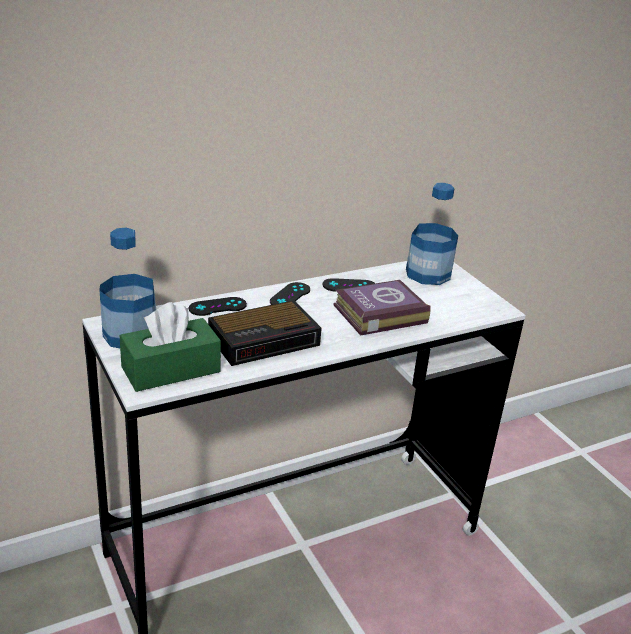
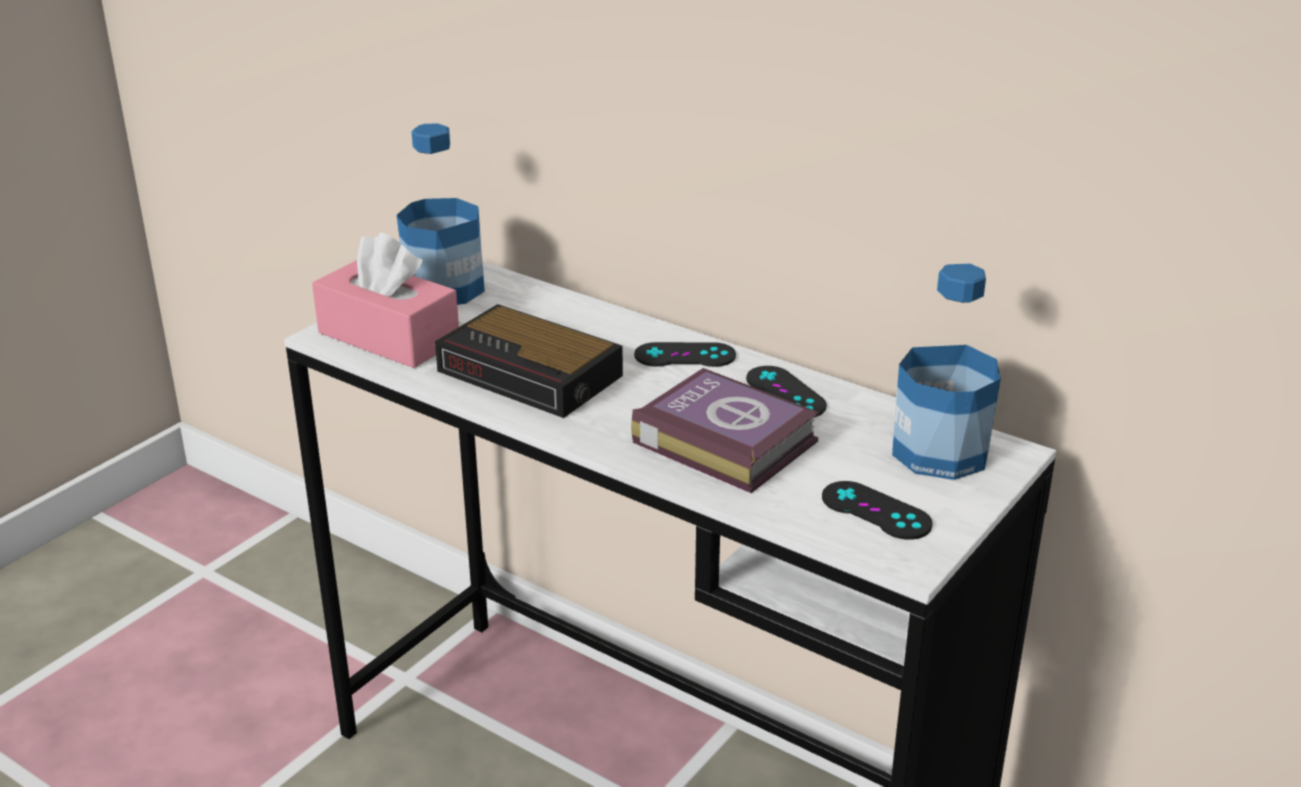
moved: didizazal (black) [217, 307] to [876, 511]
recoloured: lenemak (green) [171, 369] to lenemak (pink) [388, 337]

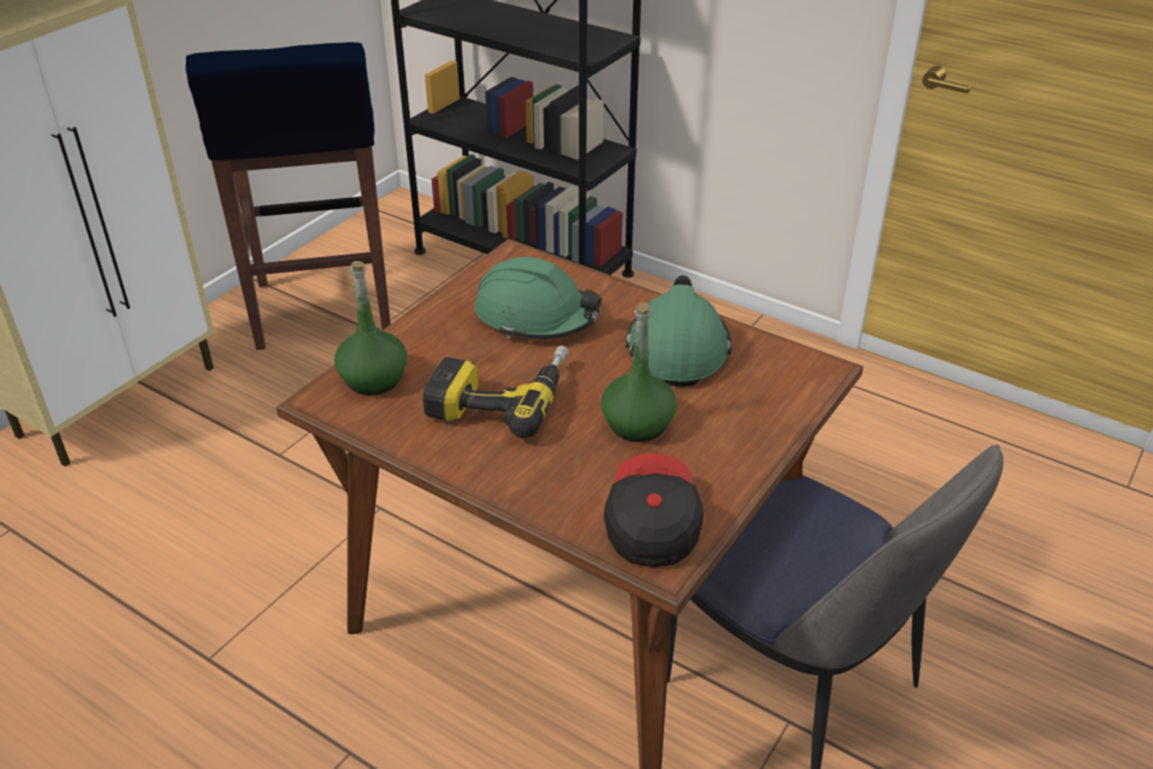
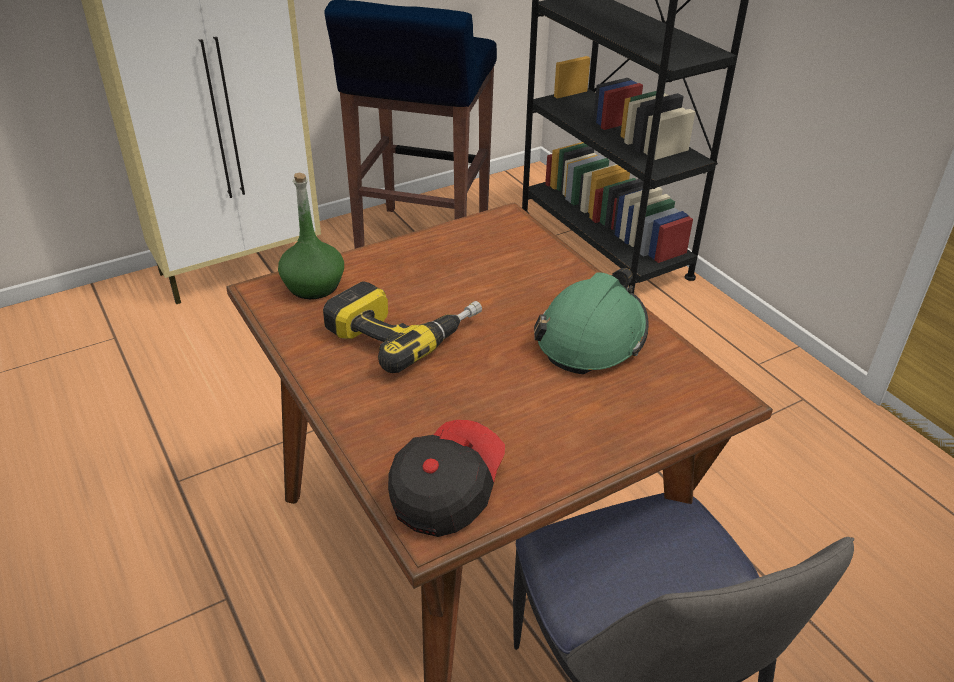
removed: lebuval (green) [536, 316]; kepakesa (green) [638, 424]

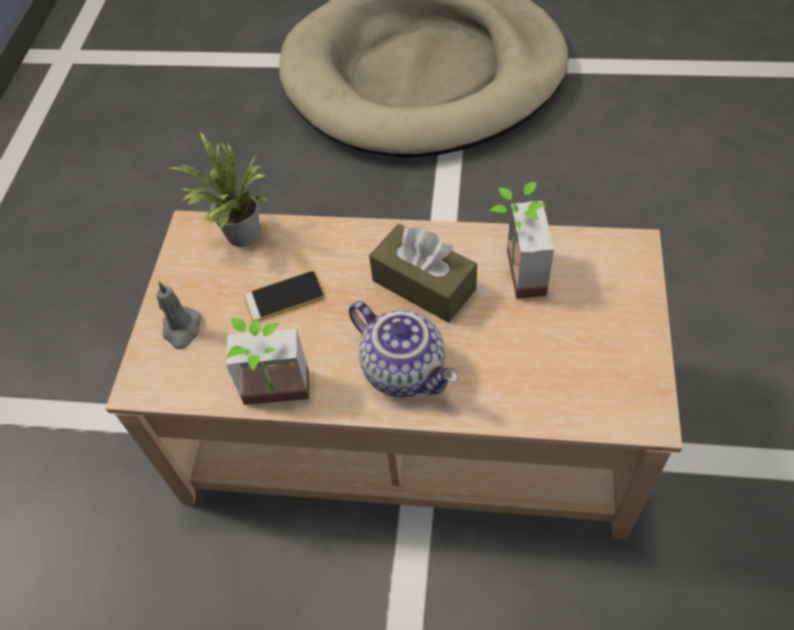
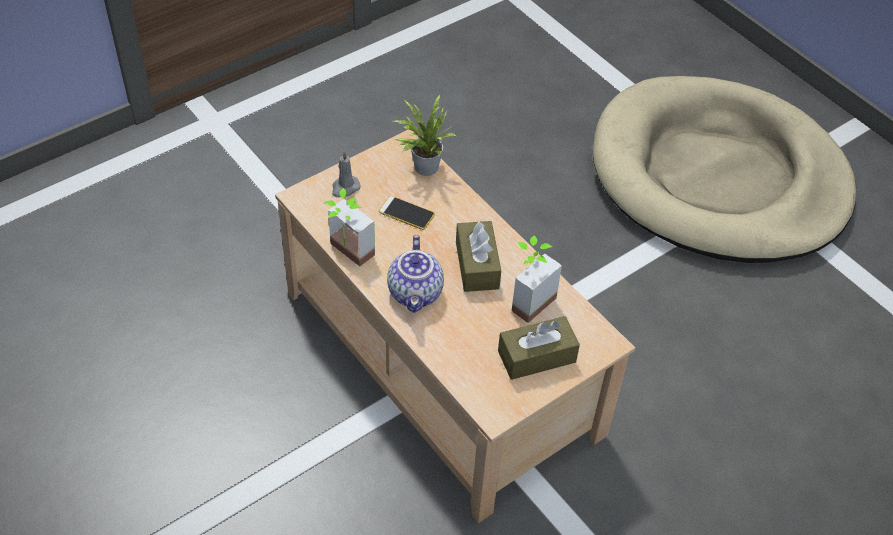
added: lenemak (brown) [536, 356]

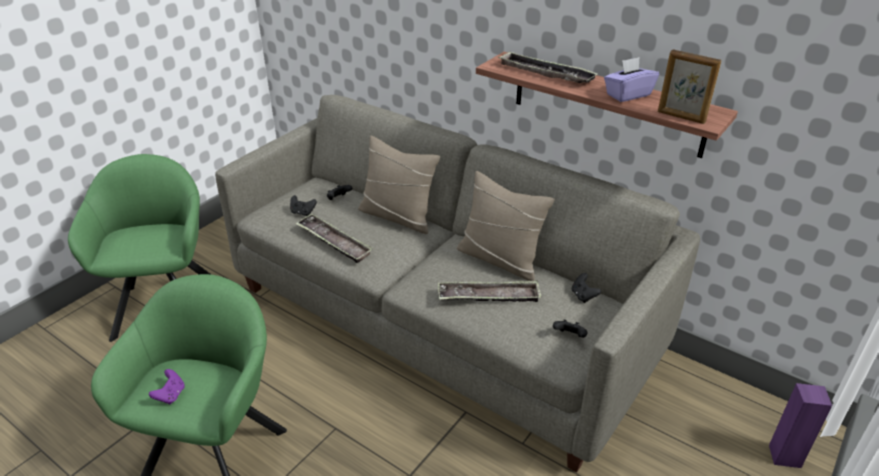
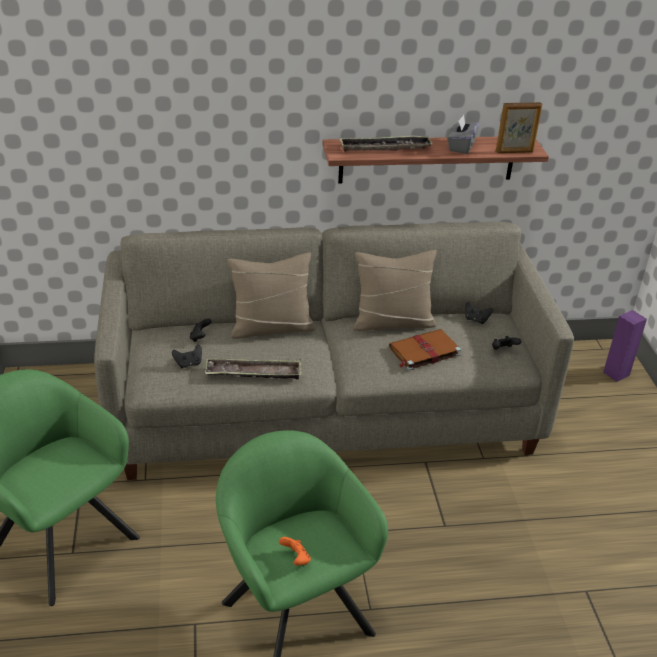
replaced: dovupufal [488, 296] to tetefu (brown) [423, 351]
recoloured: lenemak (purple) [627, 95] to lenemak (grey) [461, 146]; didizazal (purple) [171, 395] to didizazal (orange) [296, 559]

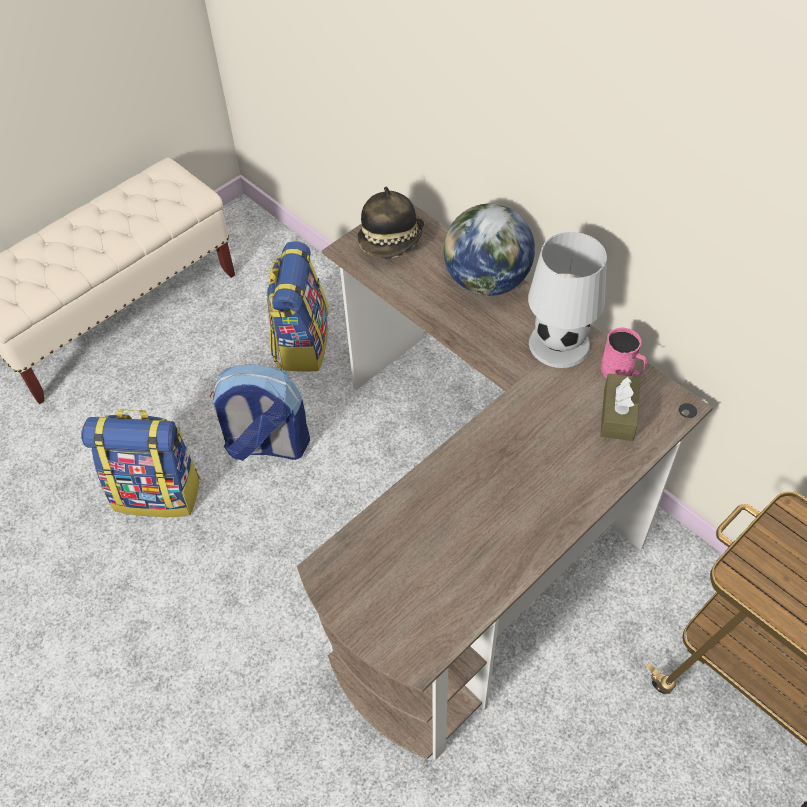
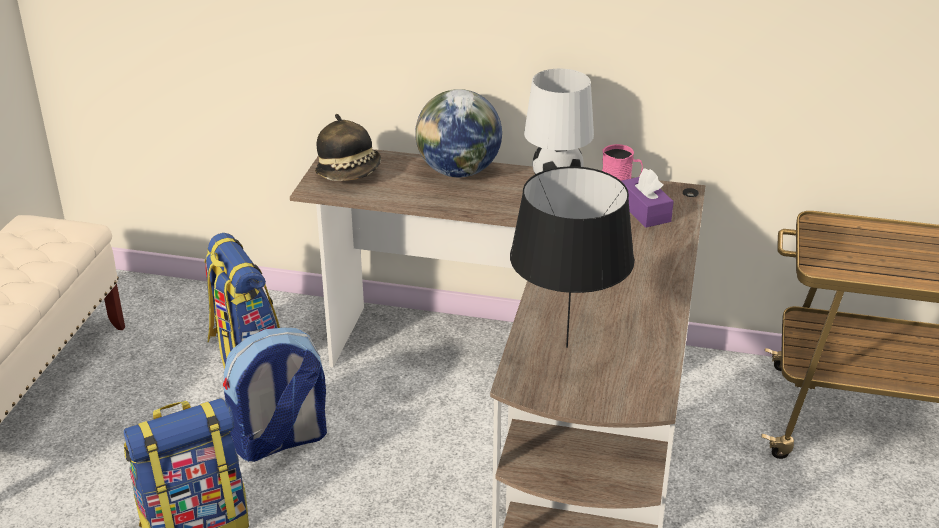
added: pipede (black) [566, 347]
recoloured: lenemak (brown) [618, 414] to lenemak (purple) [644, 211]

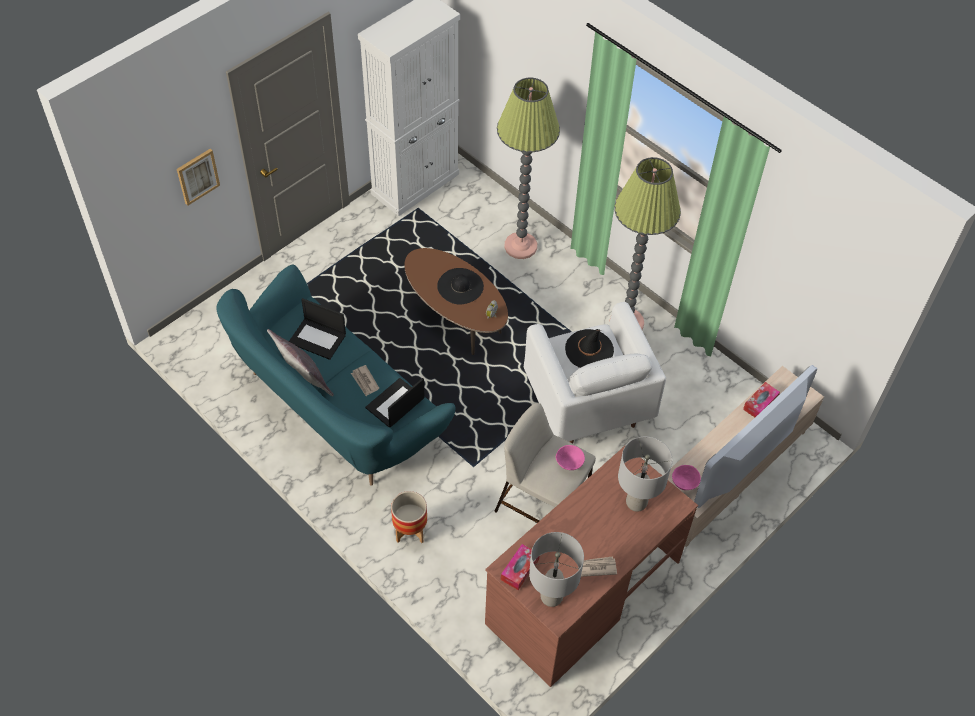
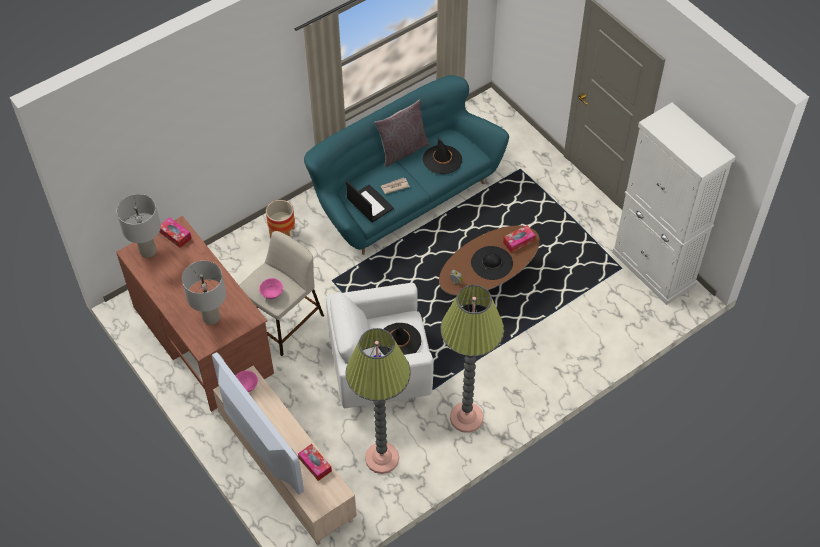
removed: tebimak [197, 176]; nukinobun [596, 567]
added: lenemak [518, 241]
moved: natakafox [520, 246] to [382, 458]
replaced: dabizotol [318, 338] to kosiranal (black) [442, 160]

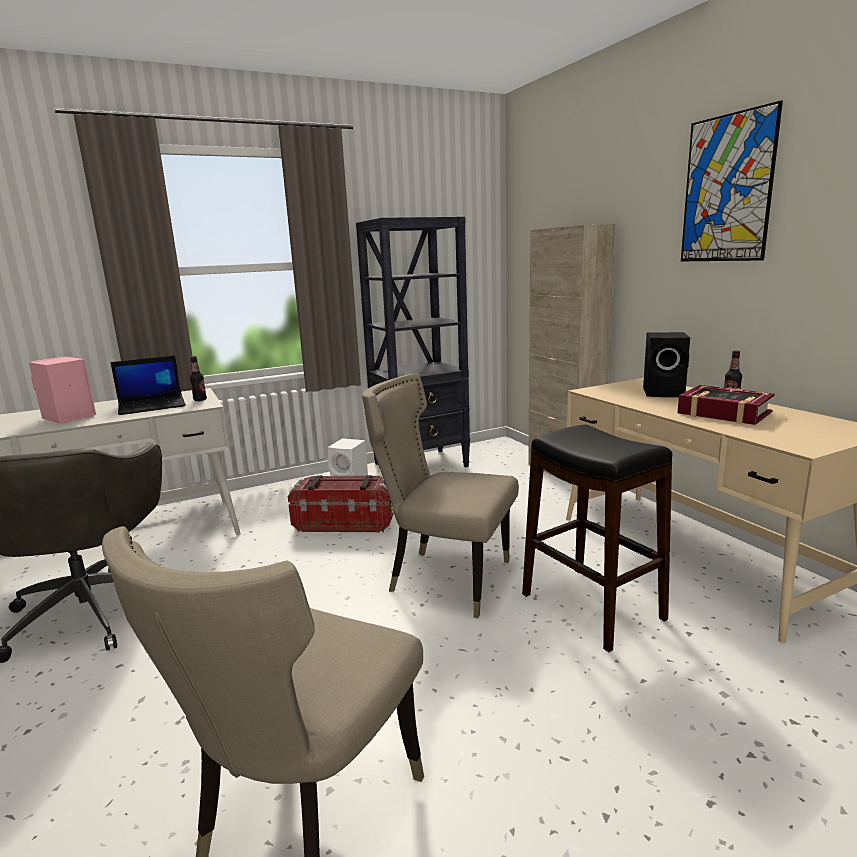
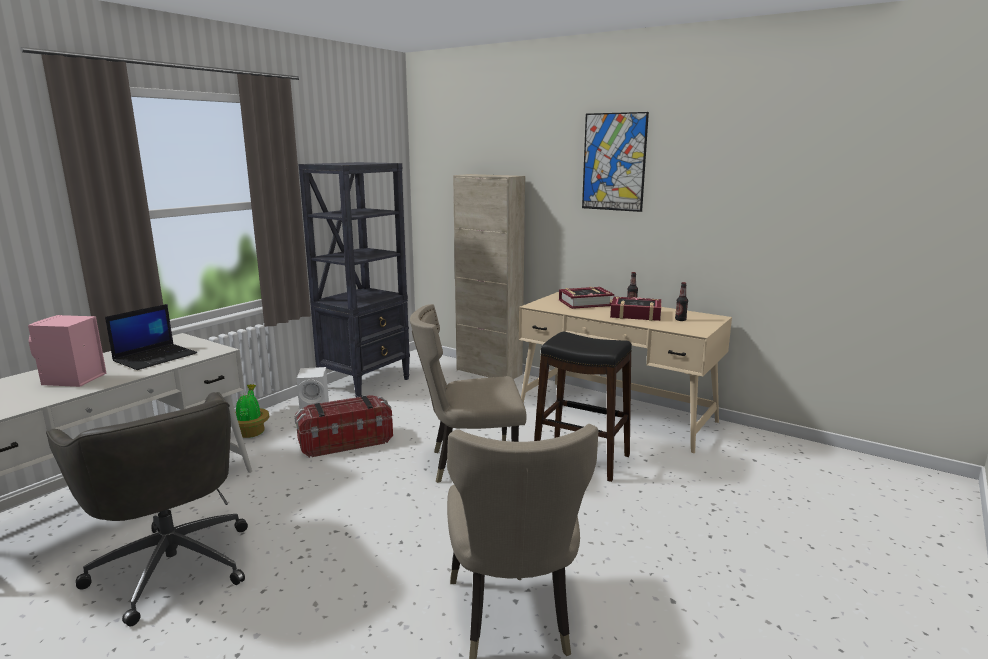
added: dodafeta [250, 432]
moved: kepakesa [200, 400] to [680, 320]
replaced: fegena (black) [665, 393] to tetefu [585, 303]

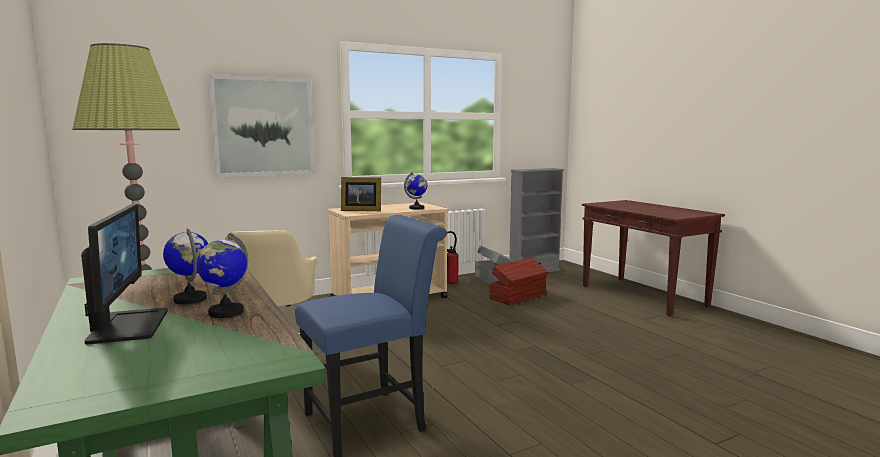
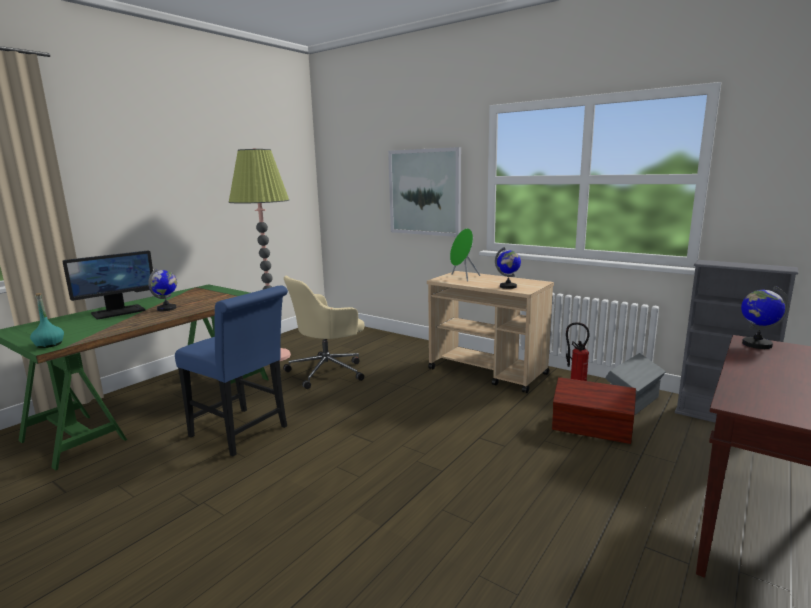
added: kepakesa (turquoise) [49, 344]
moved: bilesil [225, 312] to [756, 344]
replaced: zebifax [360, 210] to fegena (green) [463, 277]

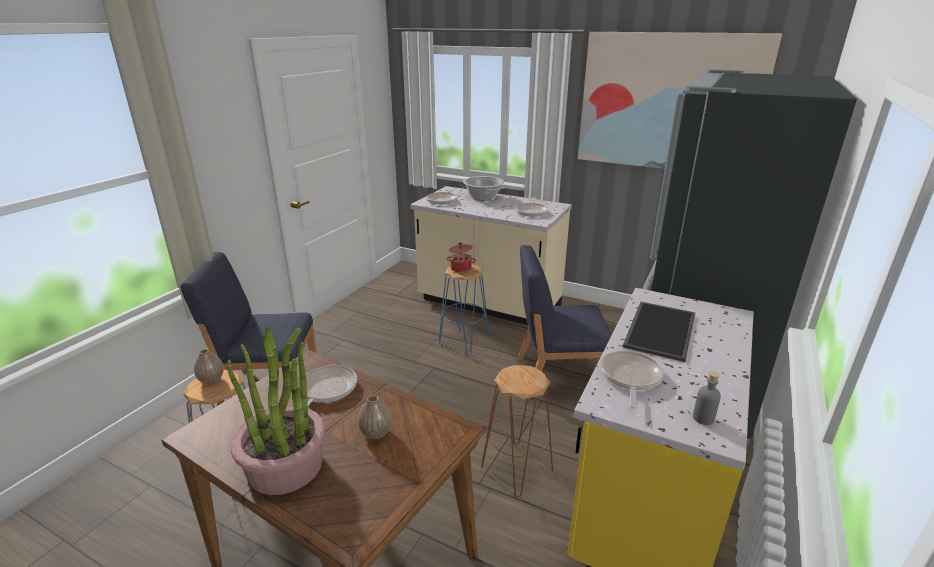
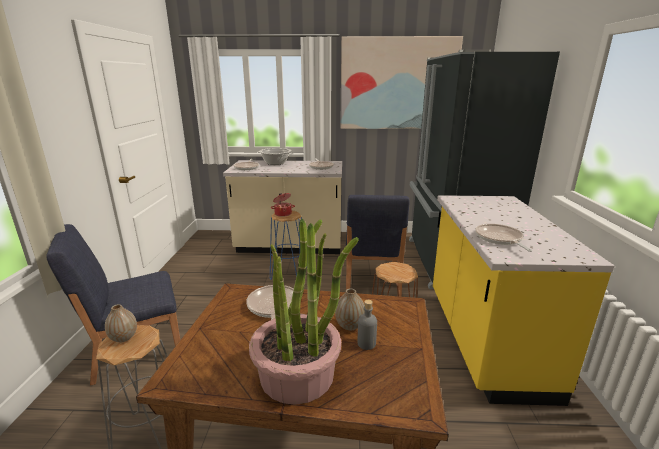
removed: dovupufal [659, 329]
moved: kepakesa (grey) [703, 418] to [366, 343]
turned: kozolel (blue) [558, 376] = [372, 281] 60 degrees counterclockwise

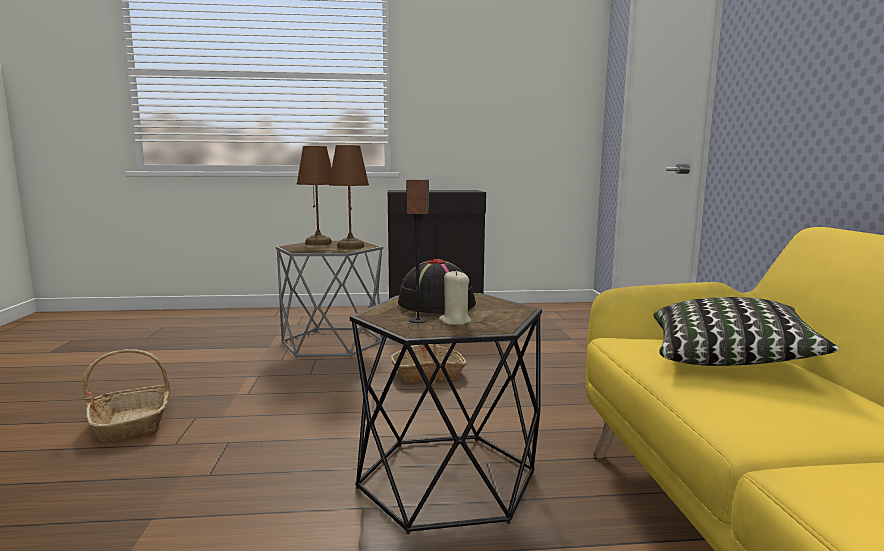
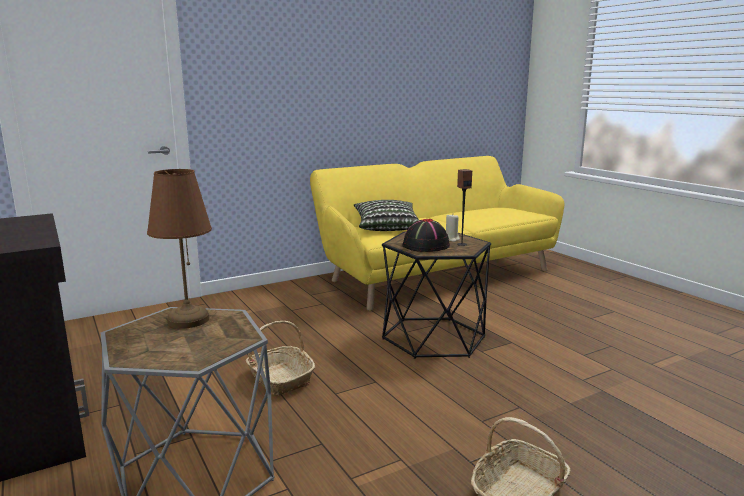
removed: pipede (brown) [319, 243]

